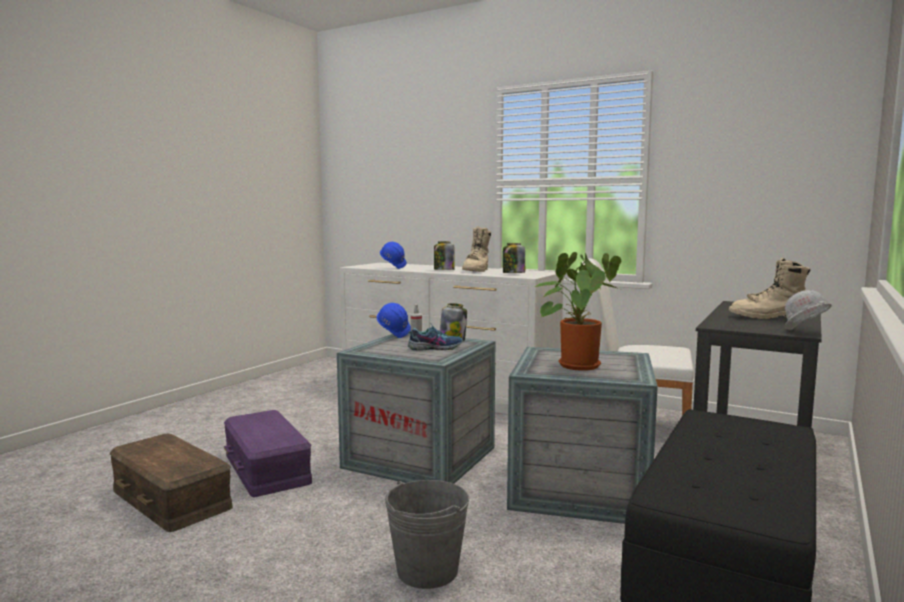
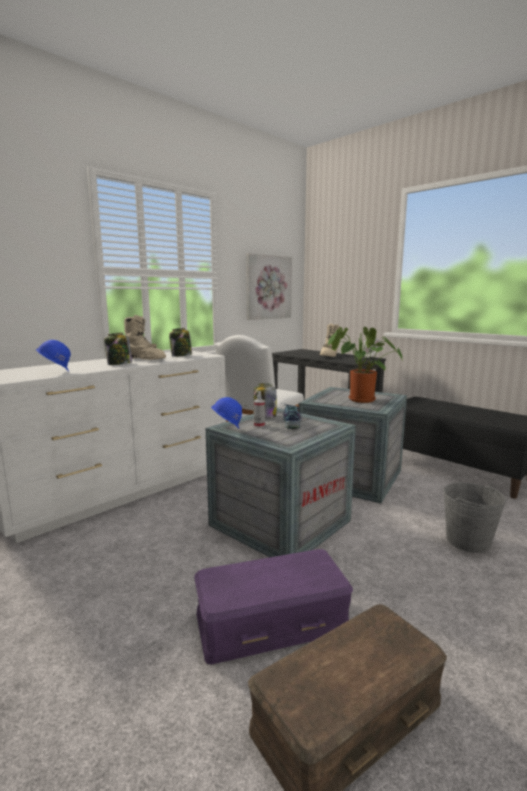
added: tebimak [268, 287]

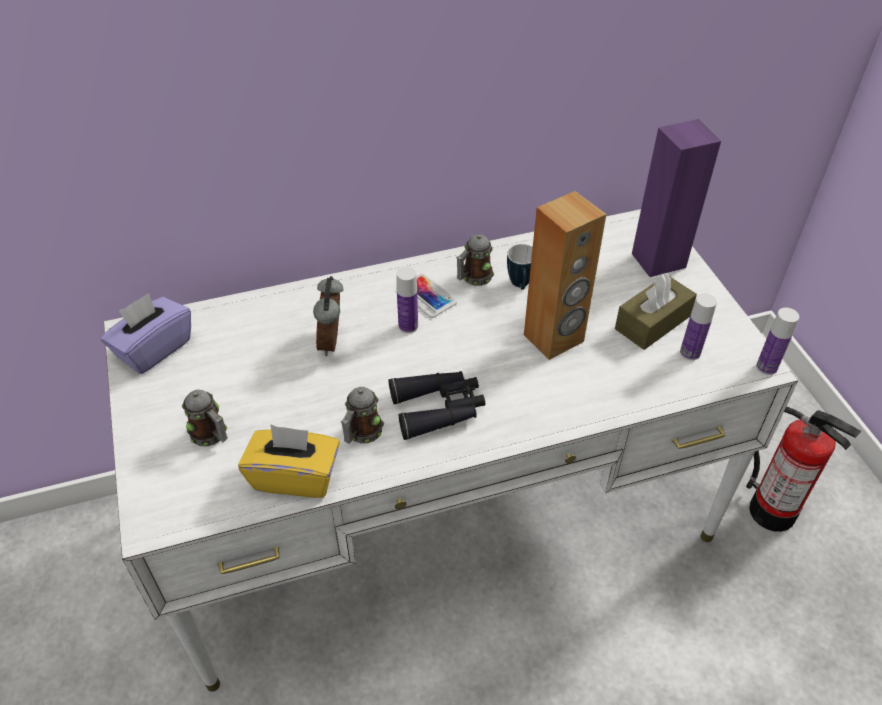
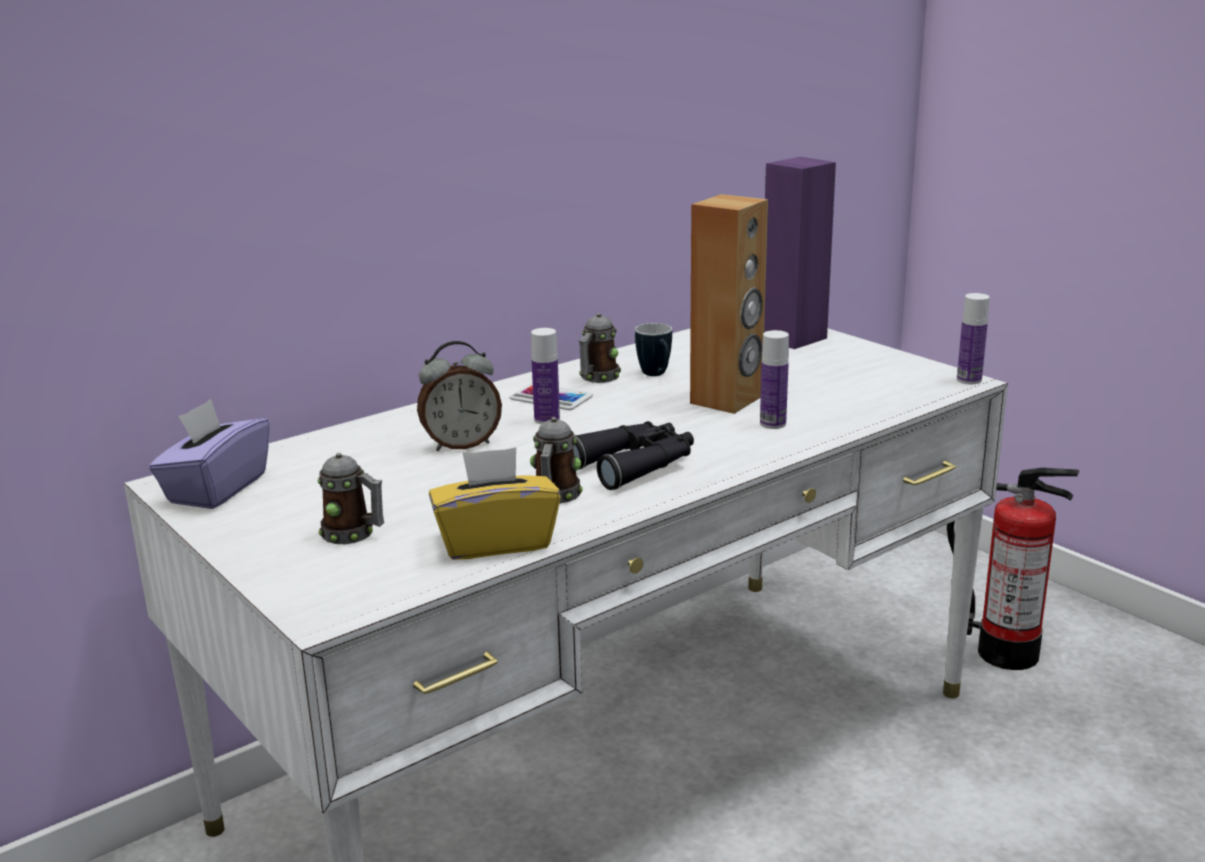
removed: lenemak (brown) [652, 322]
moved: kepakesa [690, 352] to [772, 424]
turned: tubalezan [333, 342] = [461, 444] 90 degrees counterclockwise

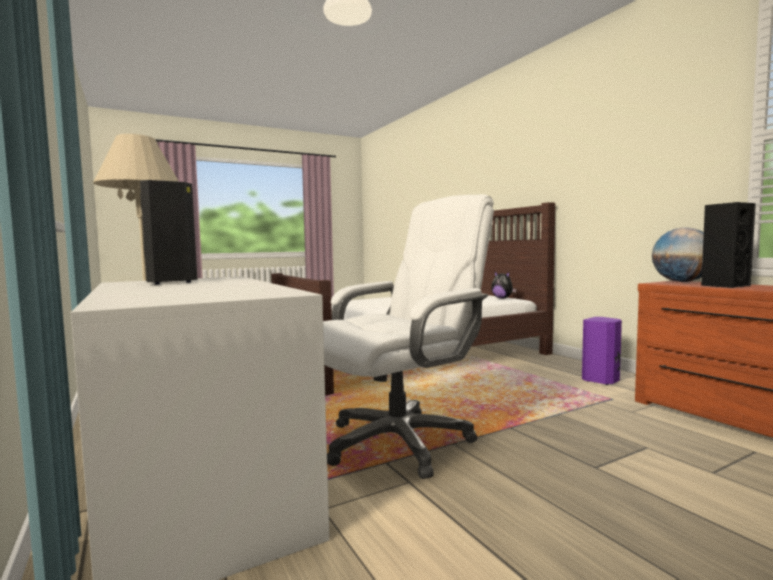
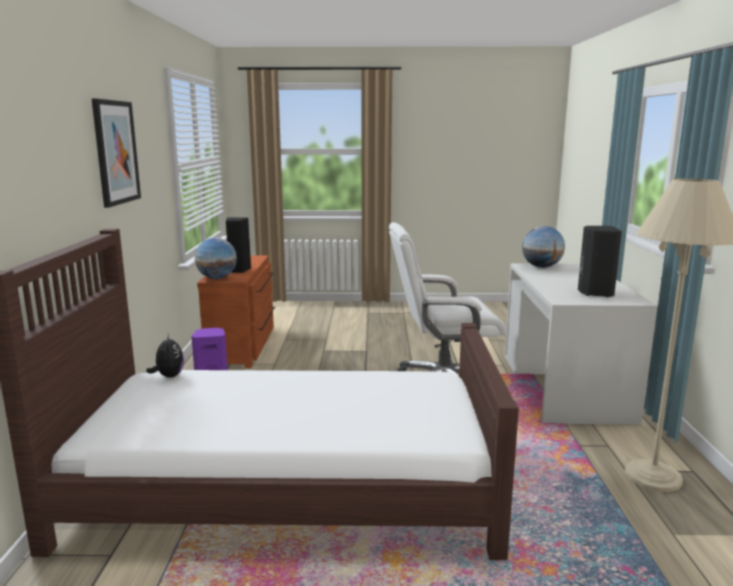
added: tebimak [116, 152]; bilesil [541, 267]

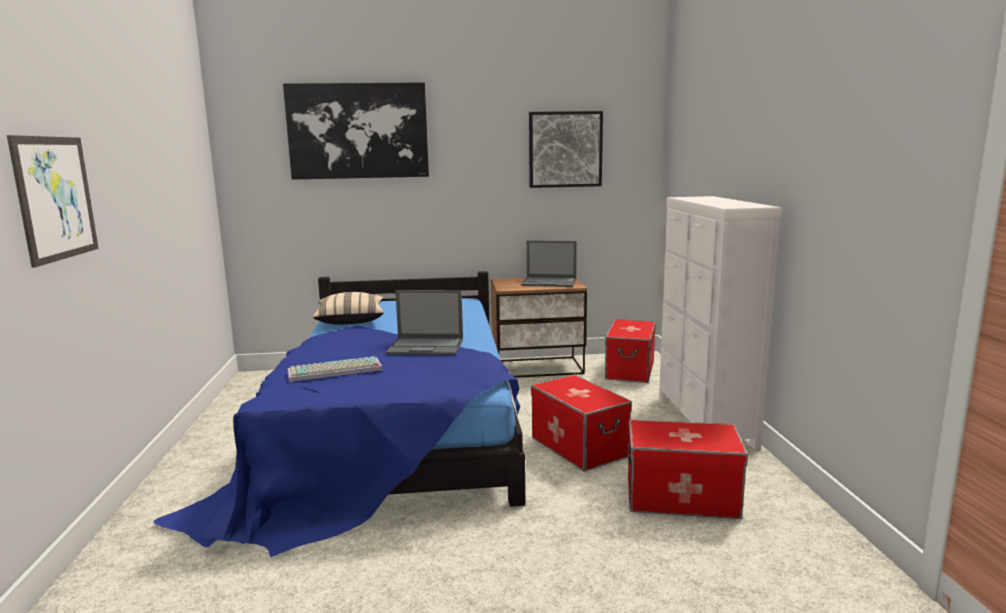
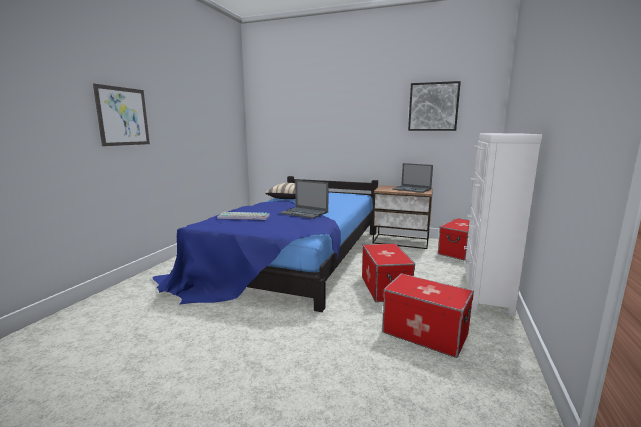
removed: tebimak [358, 131]

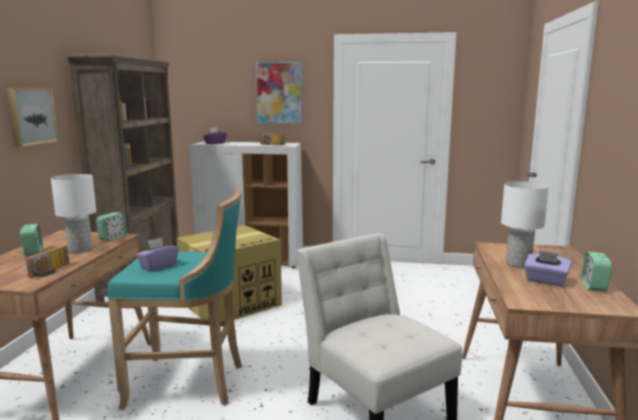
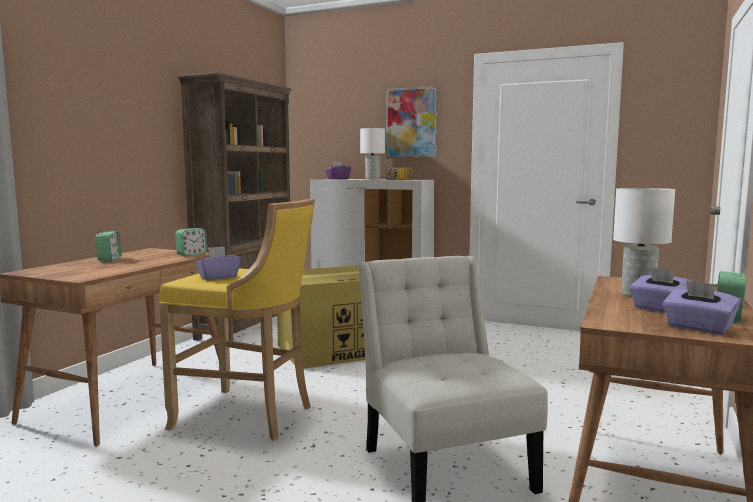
removed: tebimak [31, 116]; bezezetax [51, 271]
added: lenemak (purple) [698, 328]
moved: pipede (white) [80, 249] to [372, 179]
recoloured: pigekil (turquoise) [190, 383] to pigekil (yellow) [248, 416]

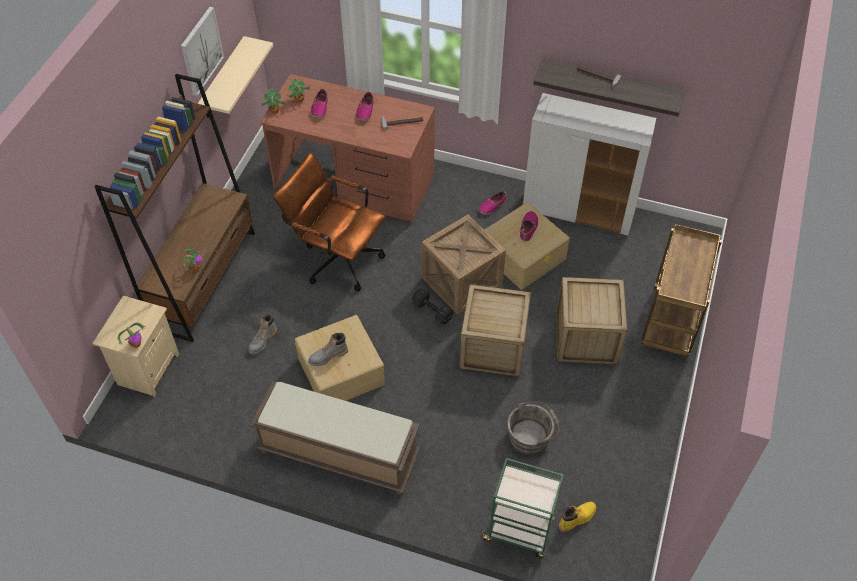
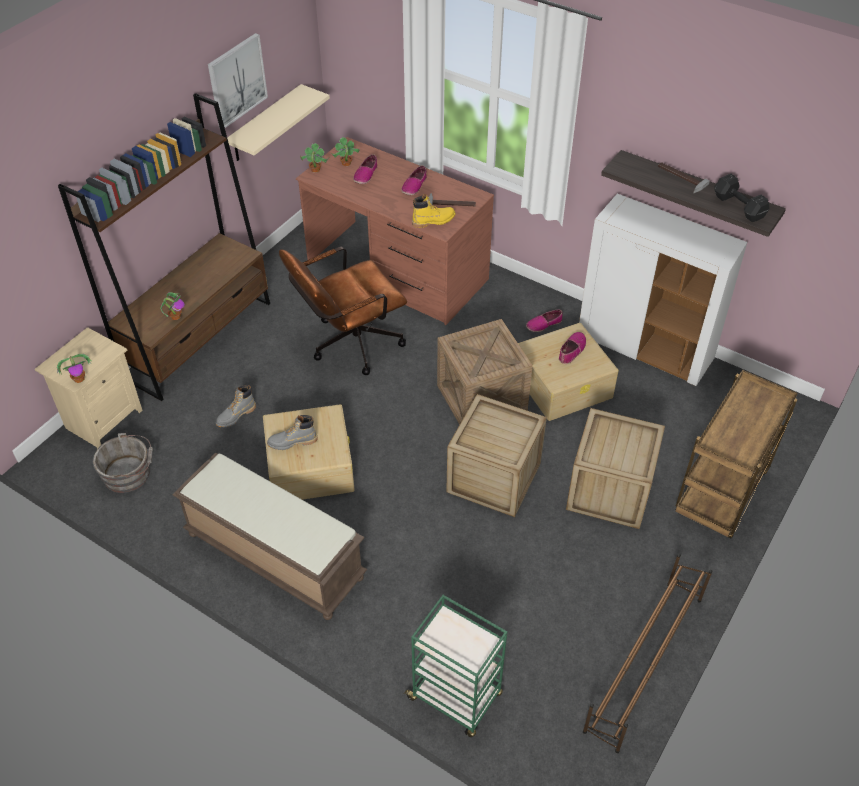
added: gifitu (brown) [643, 663]
moved: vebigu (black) [432, 312] to [739, 208]; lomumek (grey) [531, 435] to [129, 474]; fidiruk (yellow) [577, 518] to [433, 221]
turned: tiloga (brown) [336, 258] = [349, 345] 75 degrees counterclockwise

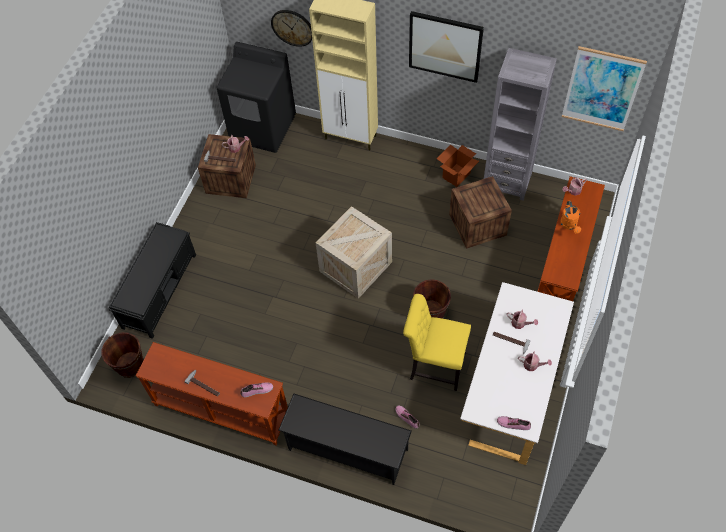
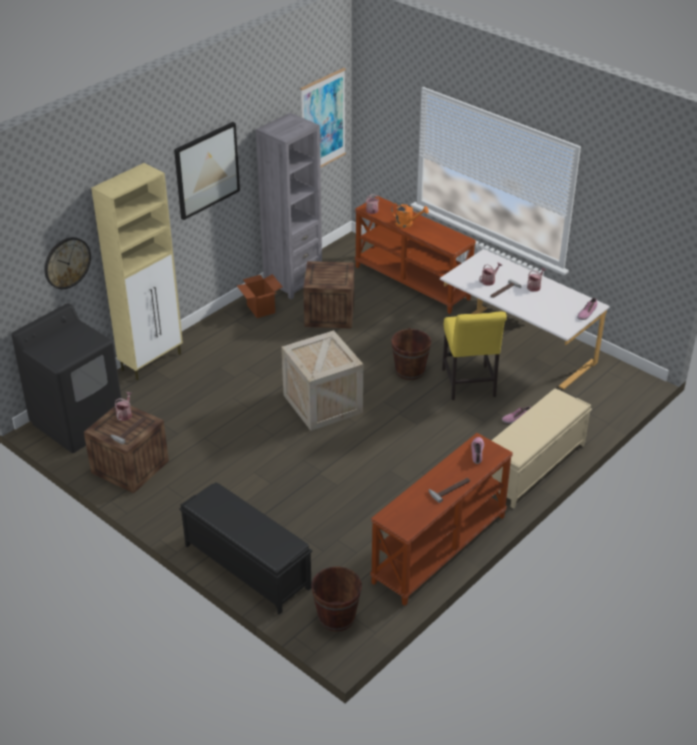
replaced: gifitu (black) [347, 449] to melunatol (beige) [532, 467]
turned: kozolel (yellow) [434, 365] = [469, 385] 45 degrees counterclockwise

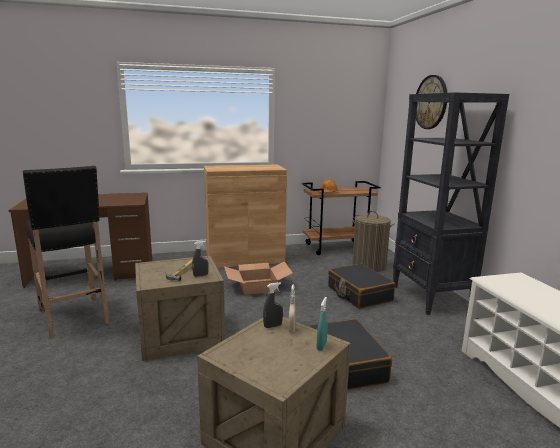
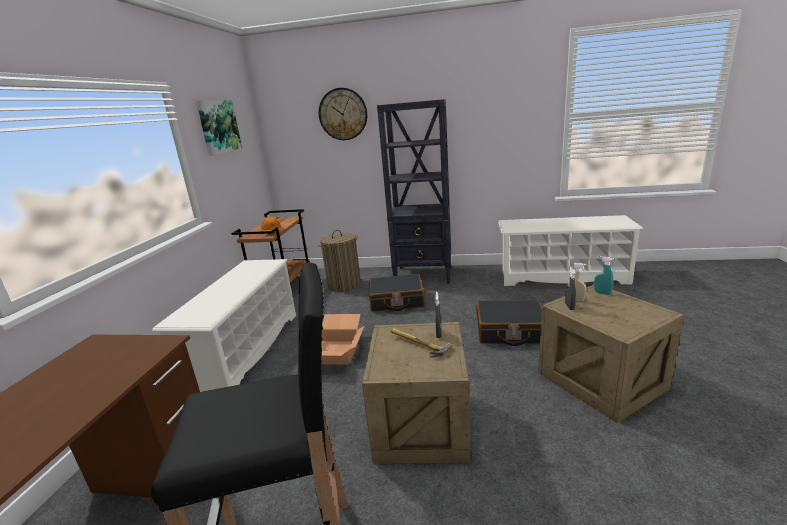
added: tebimak [218, 127]
replaced: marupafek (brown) [245, 259] to gifitu (white) [246, 350]

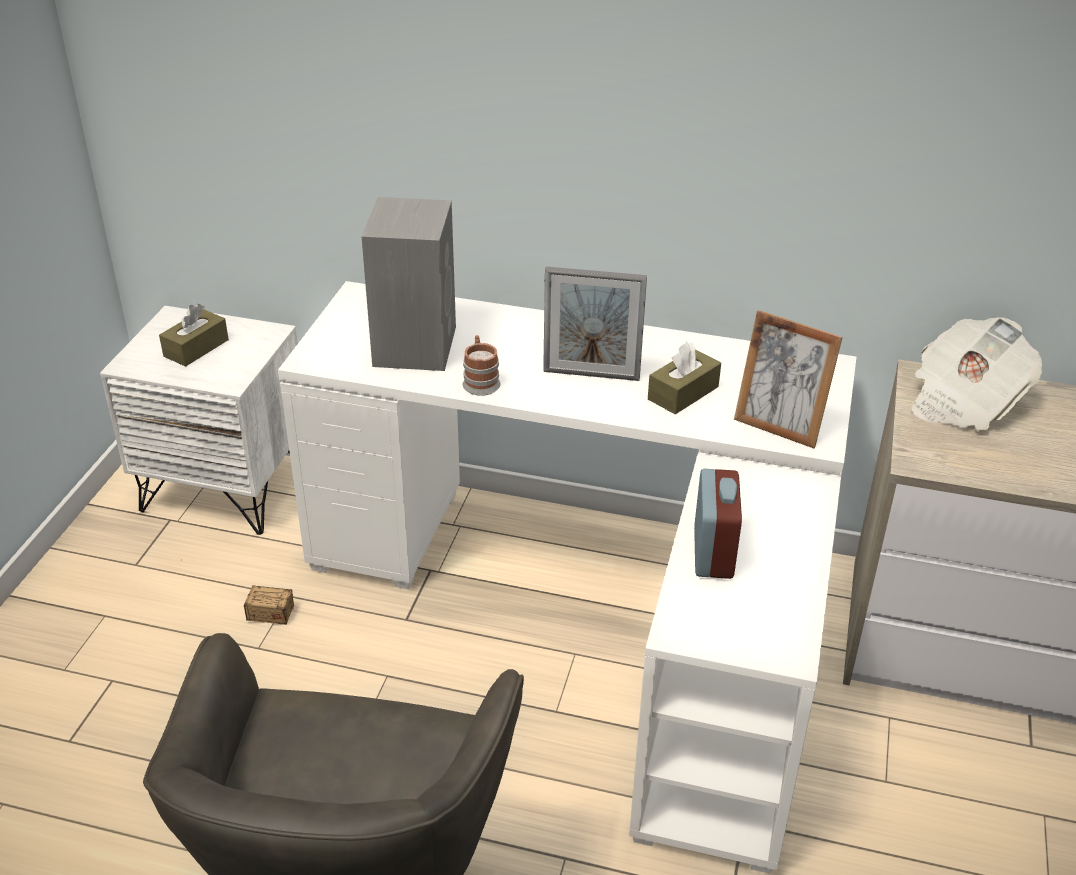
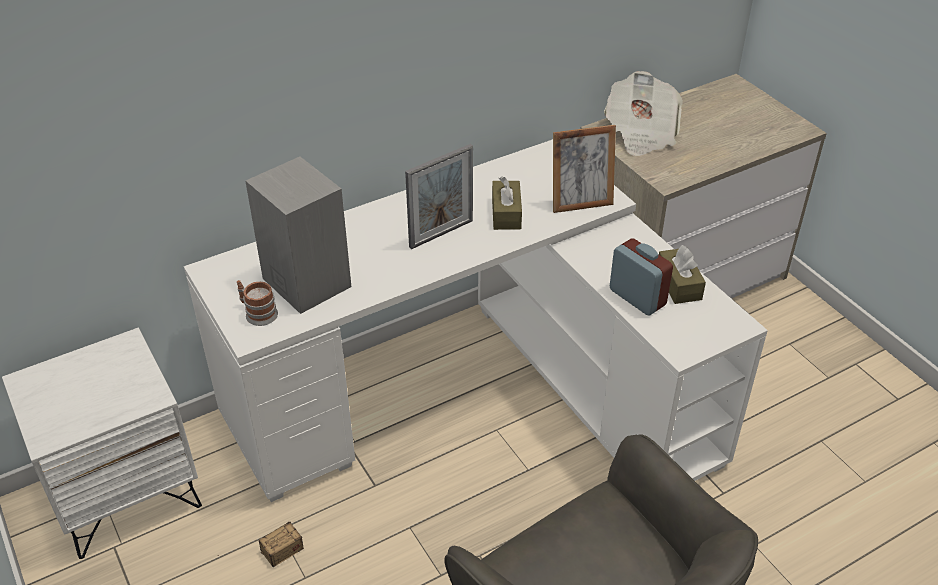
moved: lenemak (brown) [196, 348] to [678, 284]; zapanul [480, 381] to [257, 313]

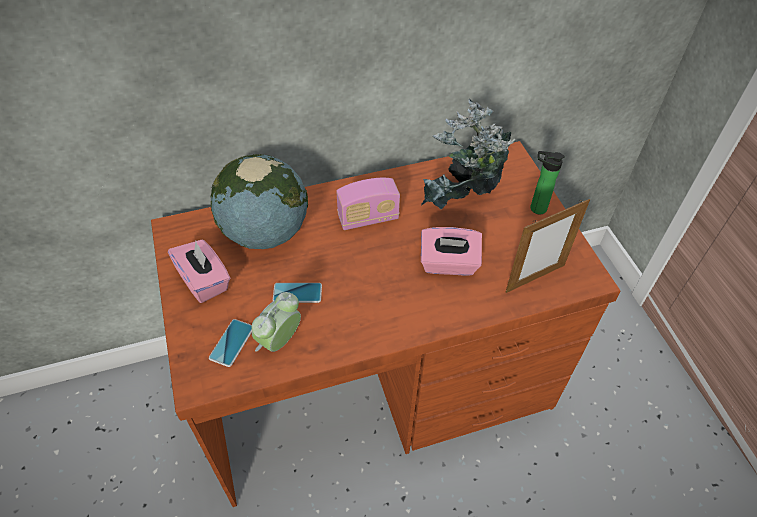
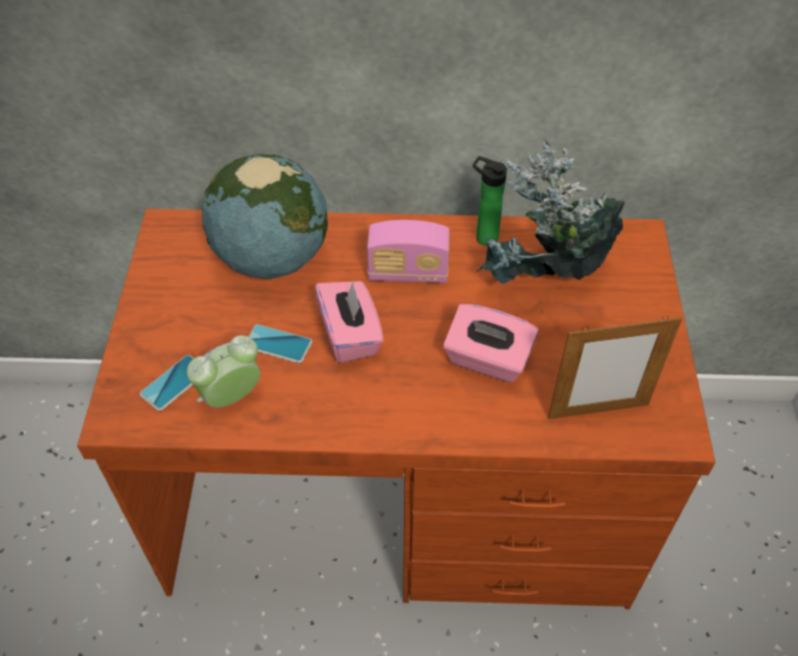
moved: kepakesa [535, 208] to [483, 237]; lenemak (pink) [204, 281] to [350, 335]

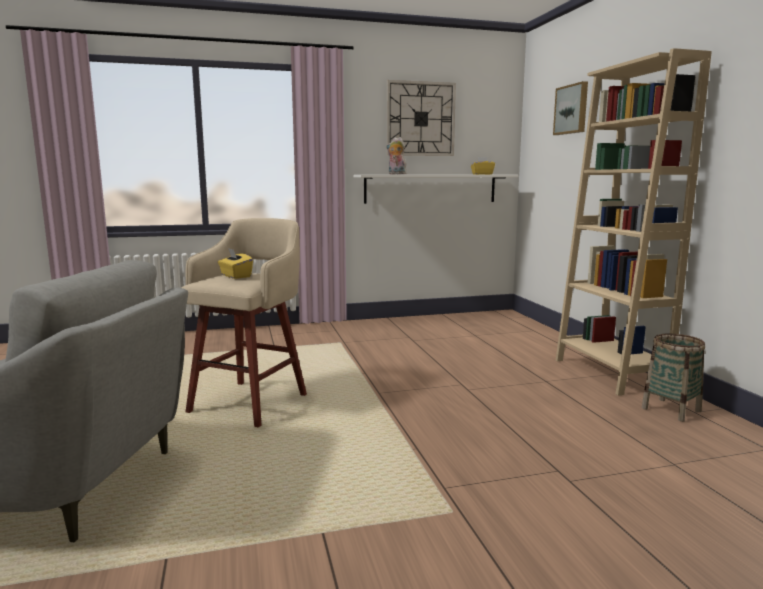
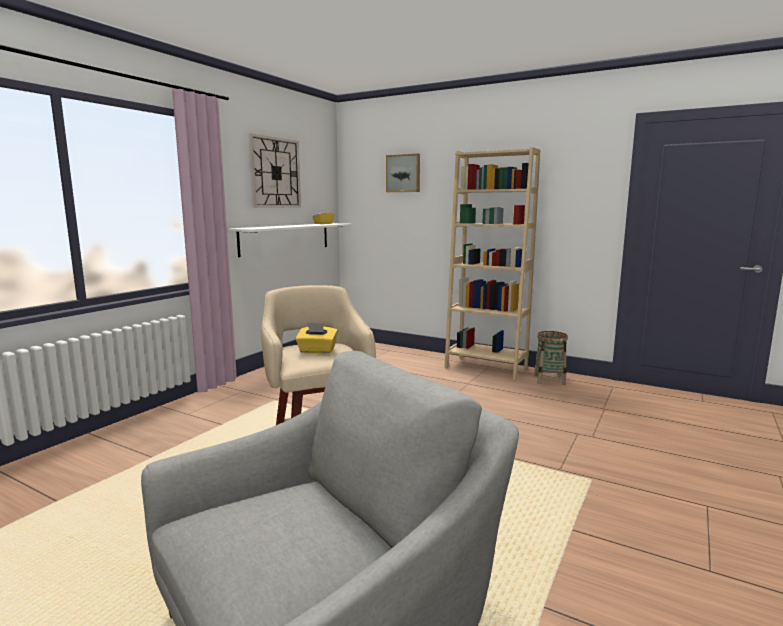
removed: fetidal [396, 174]

